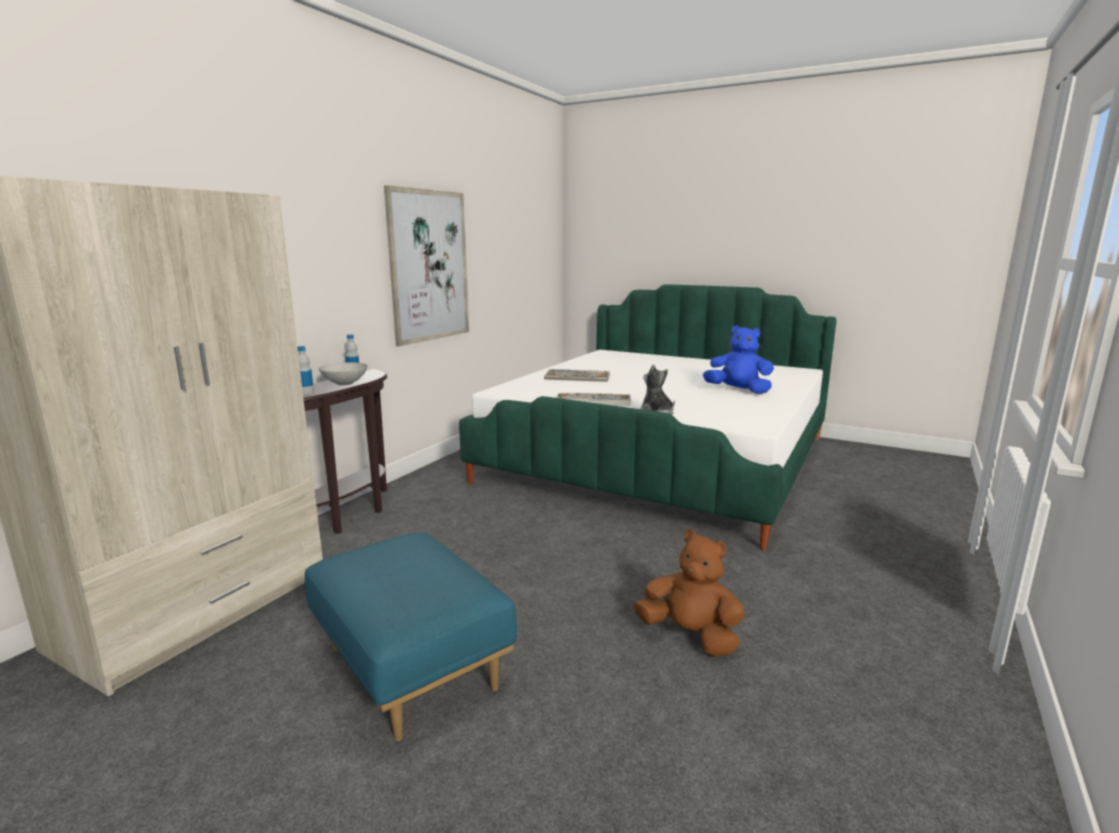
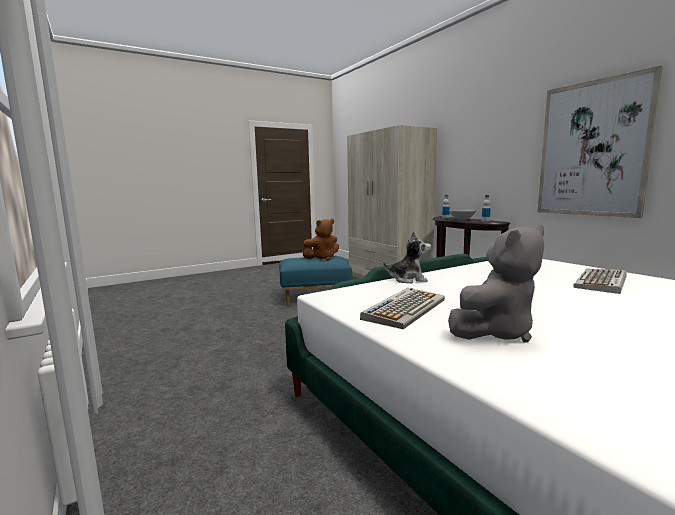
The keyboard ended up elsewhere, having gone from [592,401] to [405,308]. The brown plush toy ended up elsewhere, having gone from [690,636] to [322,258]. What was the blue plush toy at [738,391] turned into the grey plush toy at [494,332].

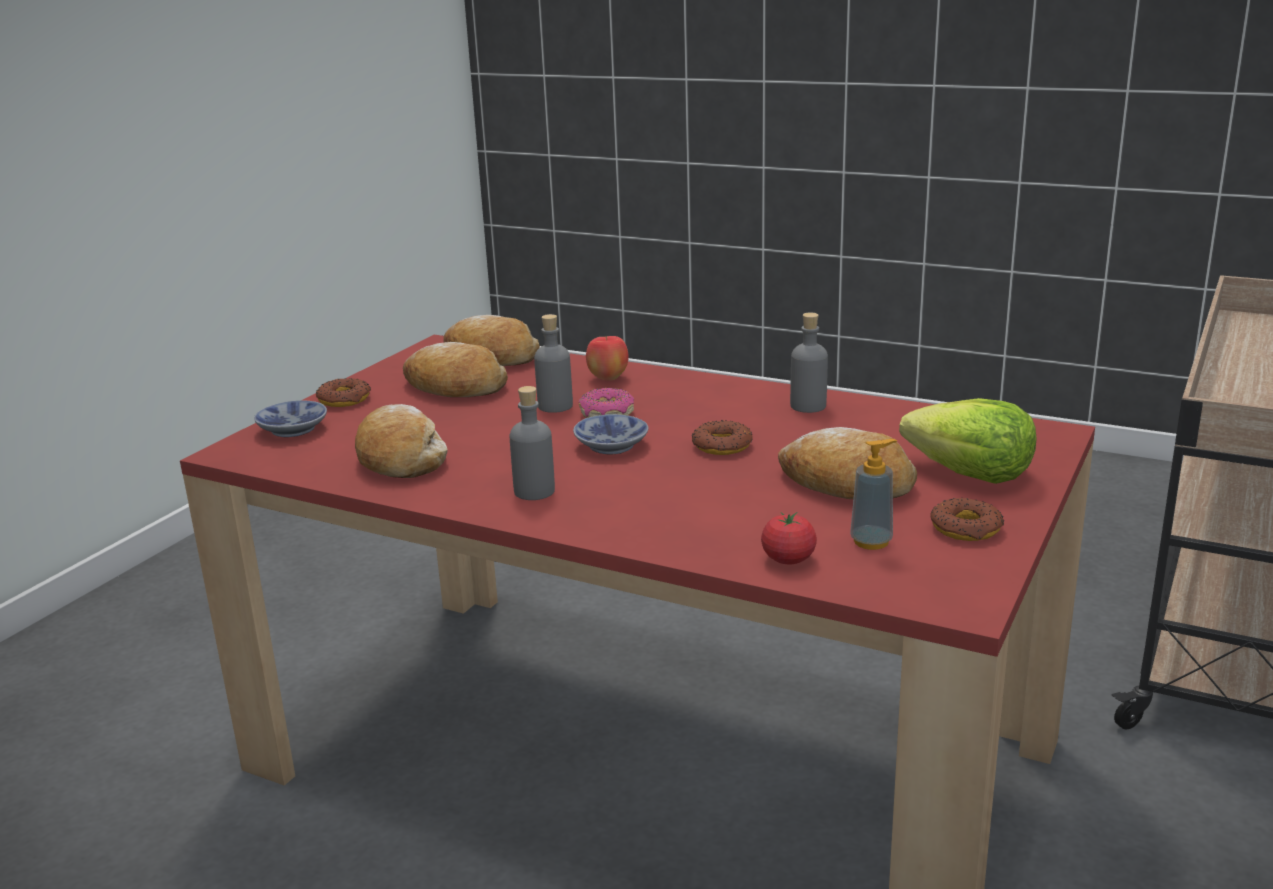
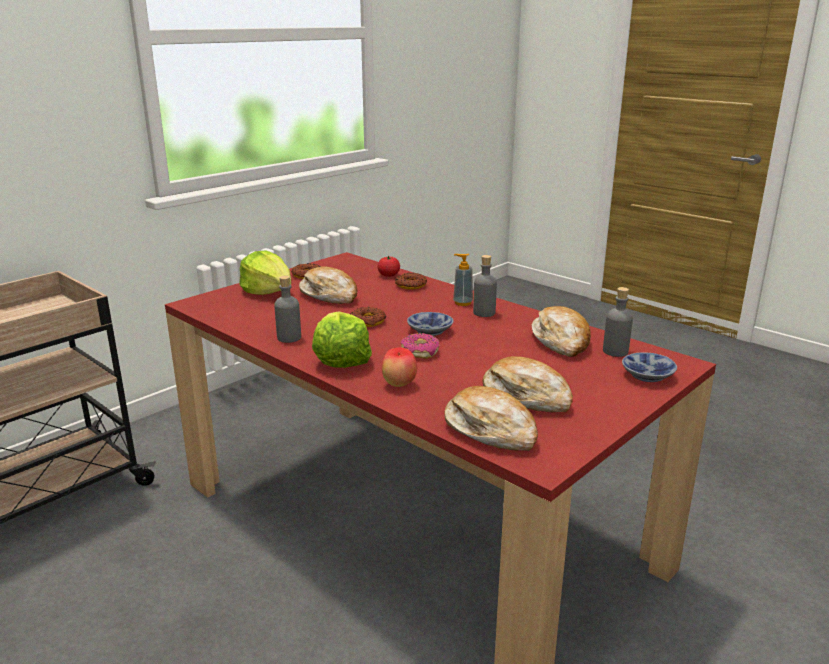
The second view gained the lettuce at [341,359]. The donut ended up elsewhere, having gone from [344,399] to [410,285]. The grey bottle ended up elsewhere, having gone from [555,406] to [615,351]. The soap dispenser ended up elsewhere, having gone from [871,541] to [462,303].

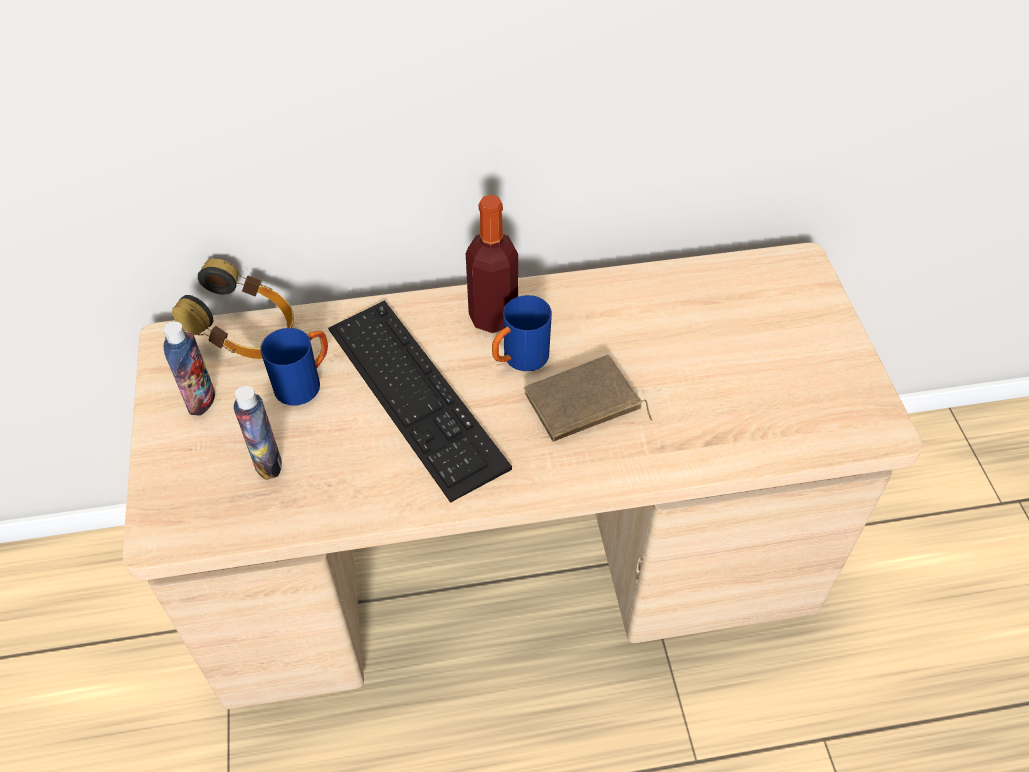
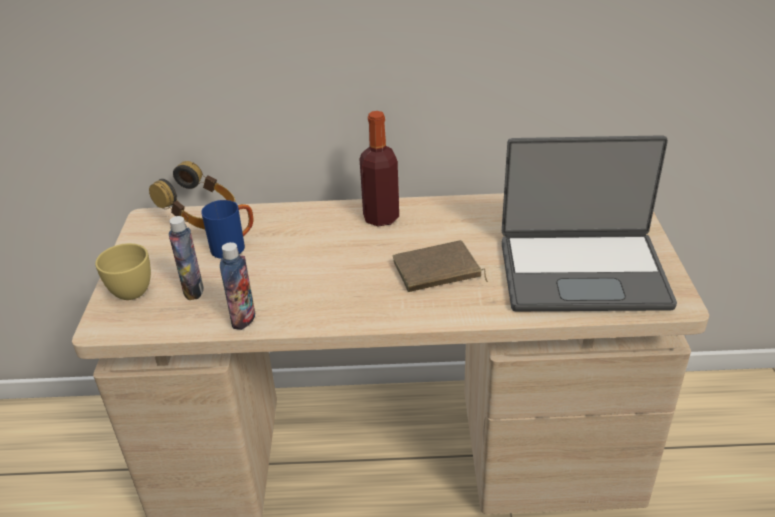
The second view lost the keyboard at [415,395]. The second view lost the blue mug at [519,360]. The second view gained the yellow cup at [128,288]. The second view gained the laptop at [582,271]. The bottle ended up elsewhere, having gone from [201,400] to [243,319].

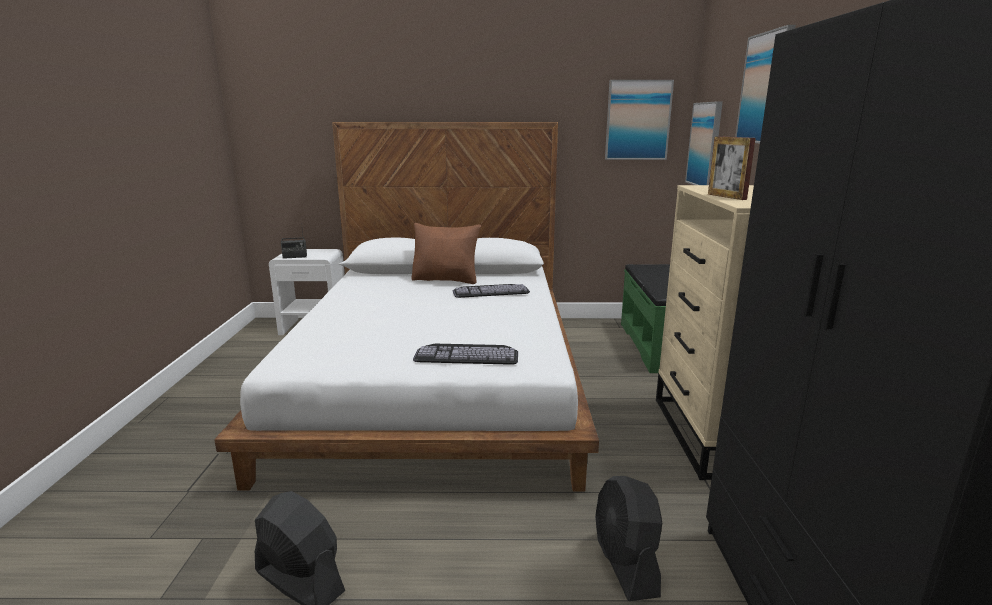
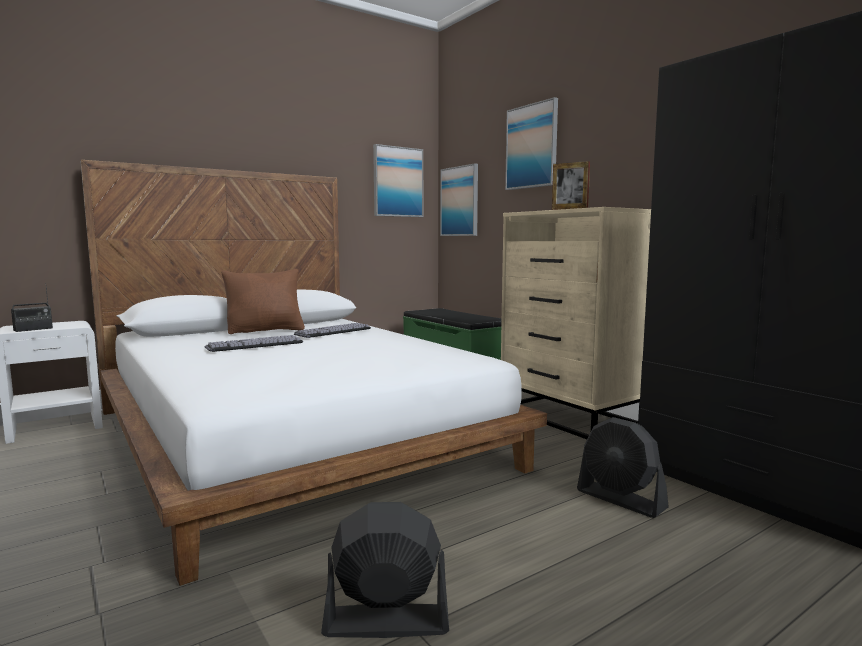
The keyboard ended up elsewhere, having gone from [468,354] to [254,344].

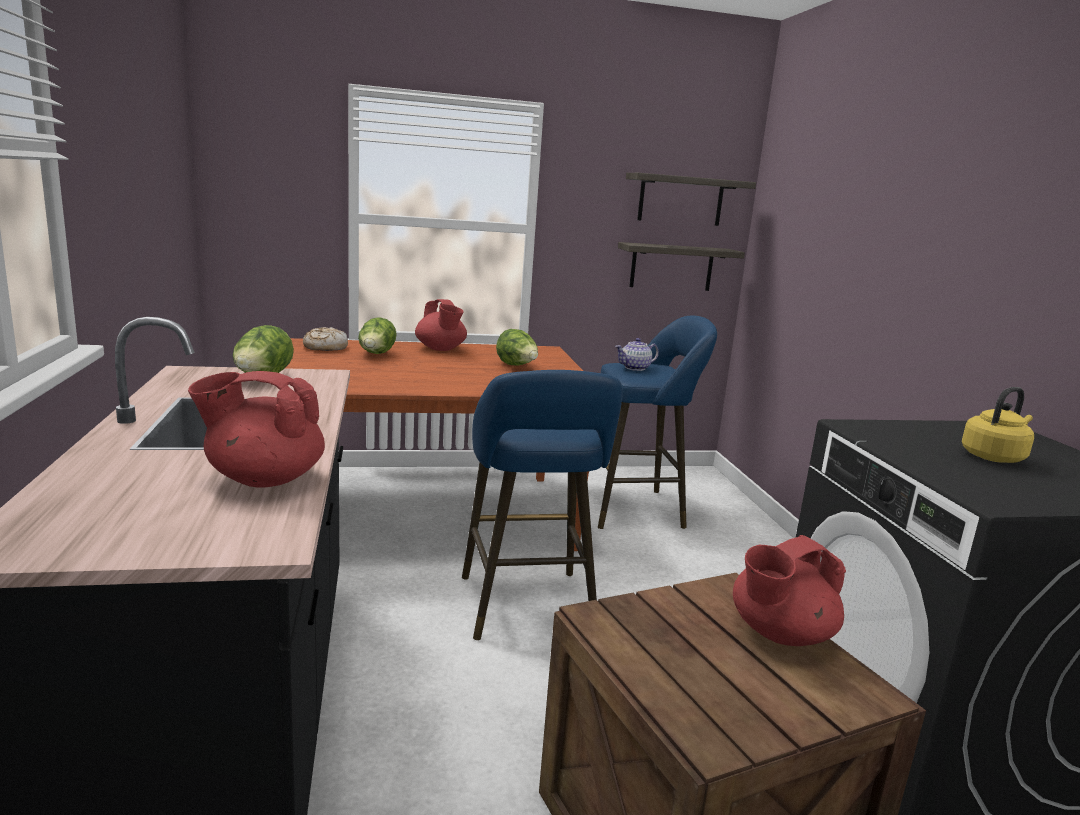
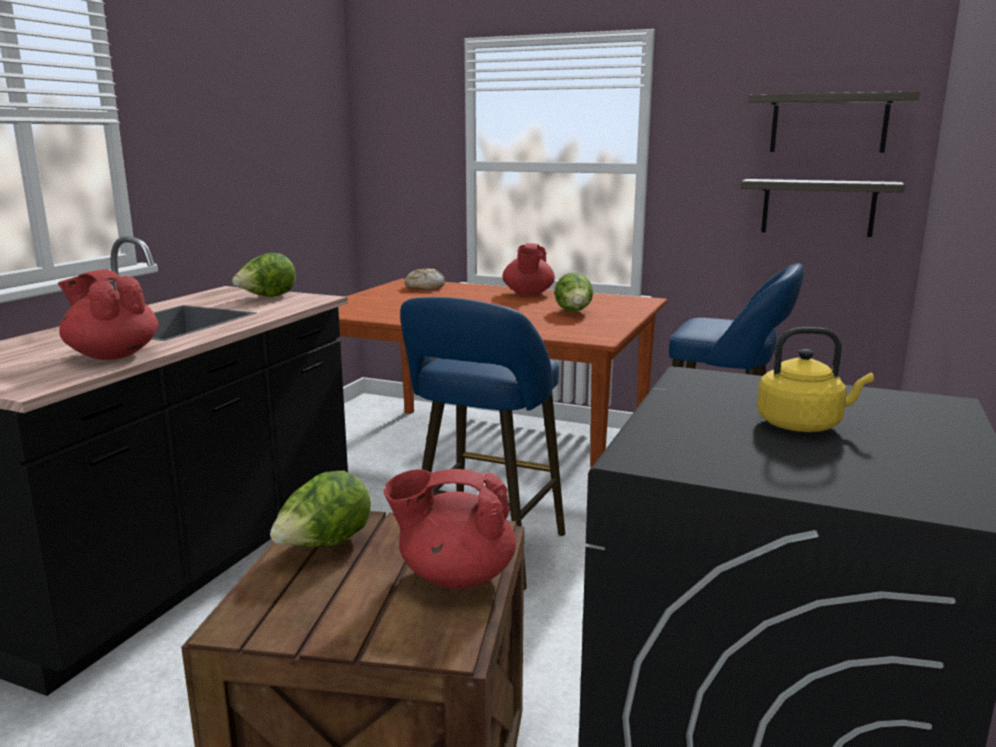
The second view lost the teapot at [635,368]. The lettuce ended up elsewhere, having gone from [376,355] to [324,546].

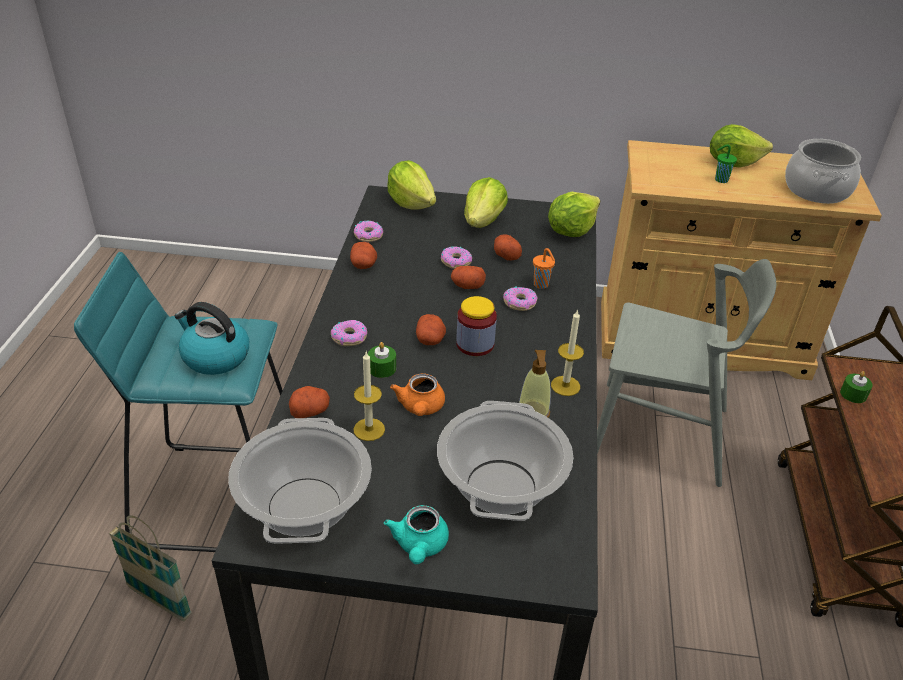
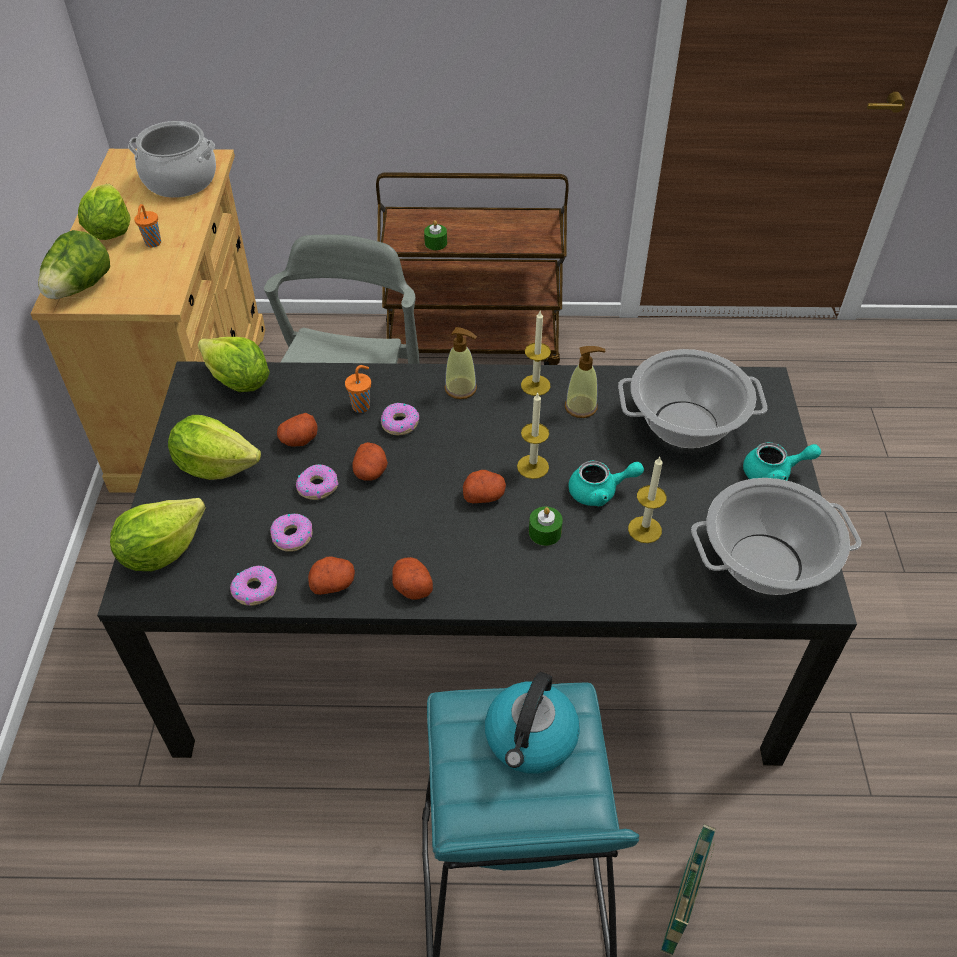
The second view lost the jar at [475,344]. The second view gained the lettuce at [80,288]. The second view gained the soap dispenser at [461,388]. The second view gained the candle at [533,466]. The potato ended up elsewhere, having gone from [310,411] to [411,586]. The donut ended up elsewhere, having gone from [349,337] to [292,536]. What was the orange teapot at [420,408] turned into the turquoise teapot at [600,492]. What was the green cup at [720,180] turned into the orange cup at [153,243].

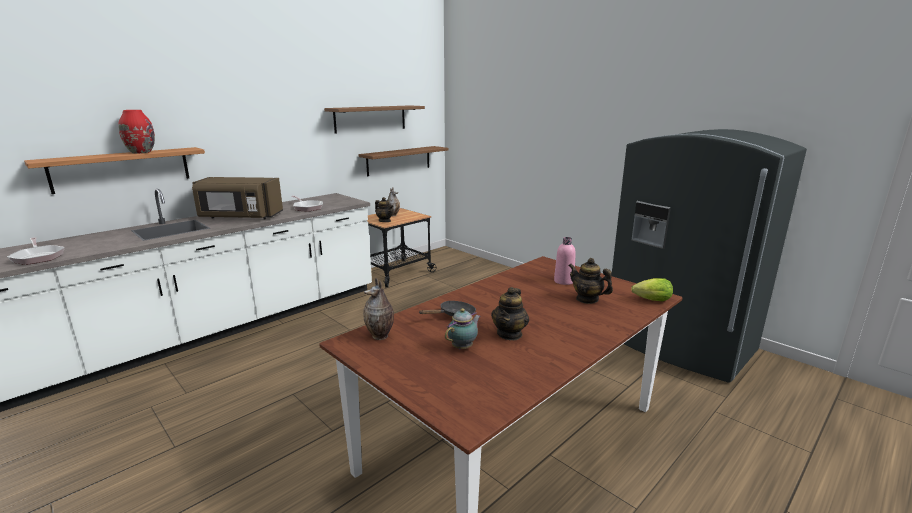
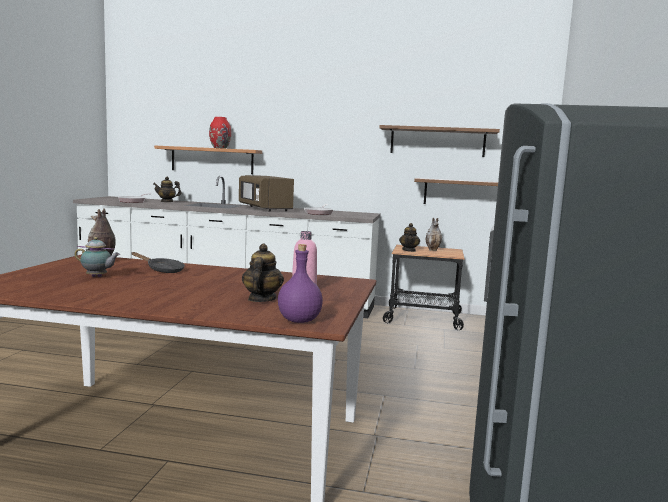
The teapot ended up elsewhere, having gone from [509,334] to [167,201]. Where the lettuce stood at [650,300], the purple bottle came to stand at [299,321].

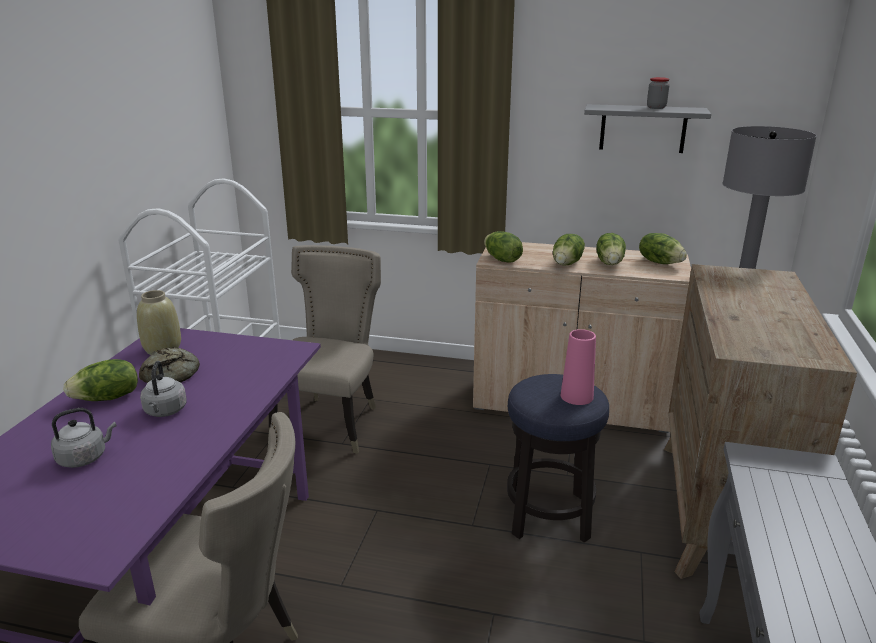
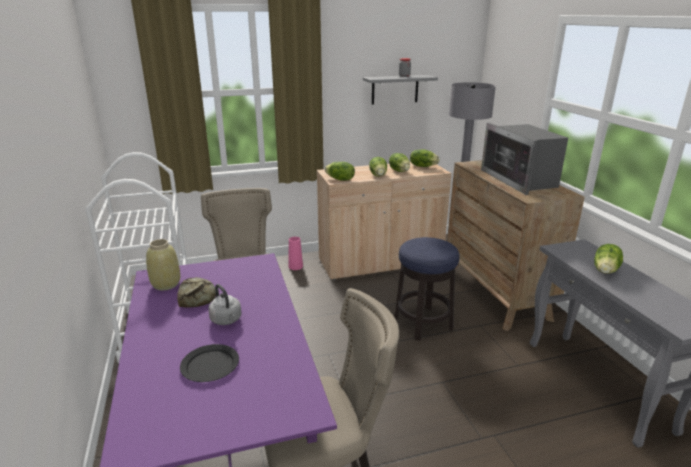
The second view gained the microwave at [520,179]. The lettuce ended up elsewhere, having gone from [108,398] to [606,270]. The pink vase ended up elsewhere, having gone from [576,396] to [295,266]. Where the grey kettle stood at [85,458], the black plate came to stand at [210,365].

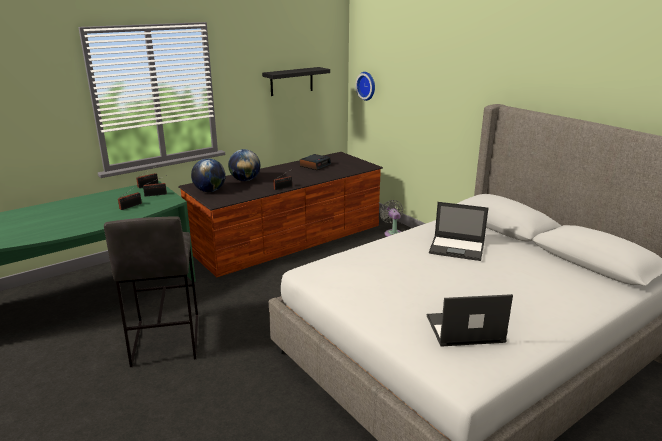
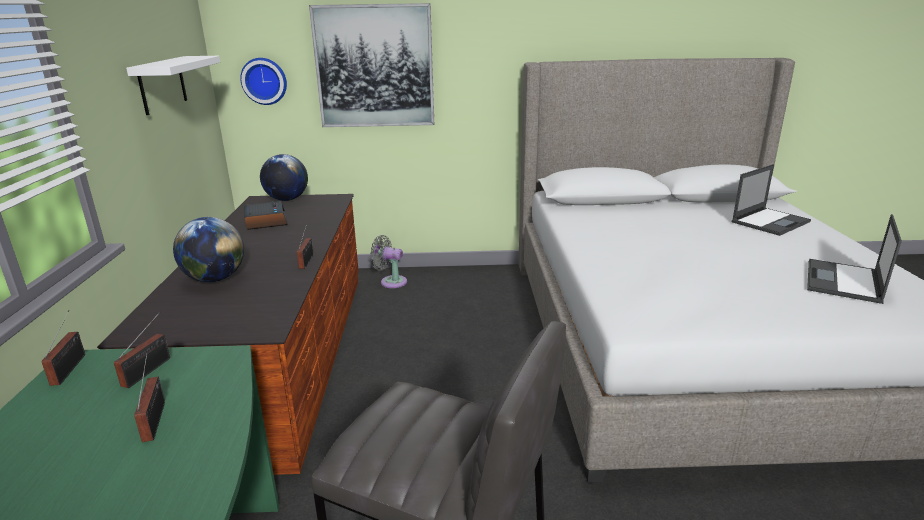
The second view gained the picture at [374,67]. The globe ended up elsewhere, having gone from [209,191] to [287,199]. The laptop ended up elsewhere, having gone from [457,248] to [770,221]. What was the black shelf at [291,81] turned into the white shelf at [162,84].

